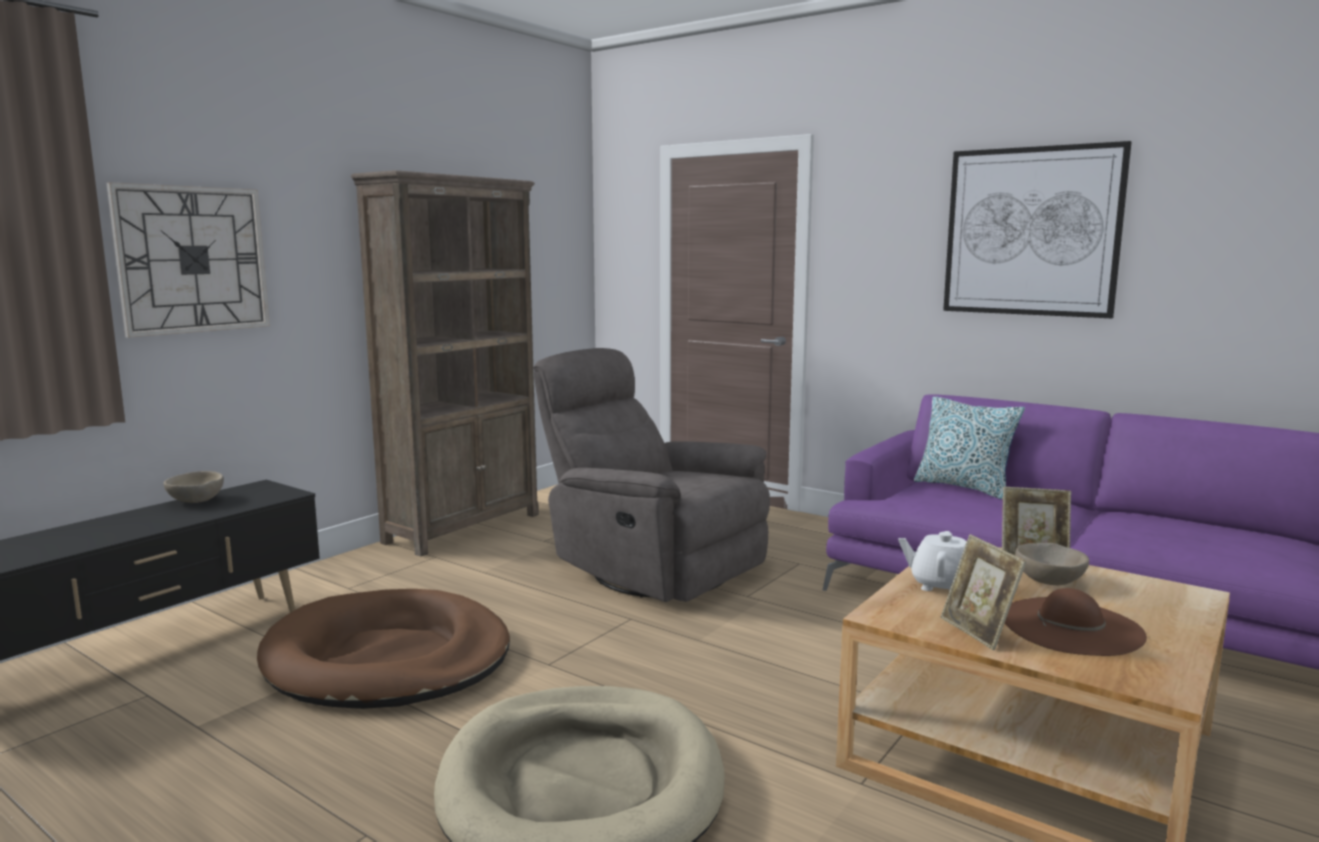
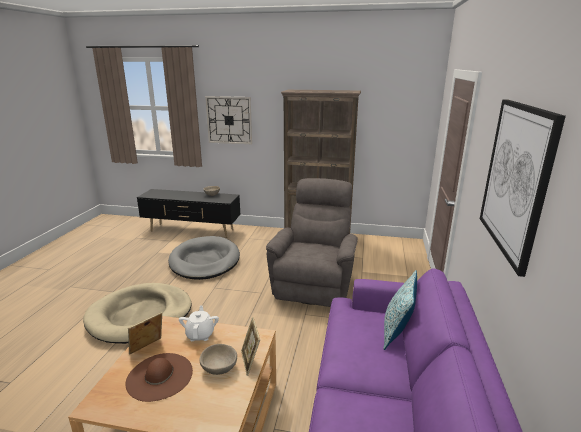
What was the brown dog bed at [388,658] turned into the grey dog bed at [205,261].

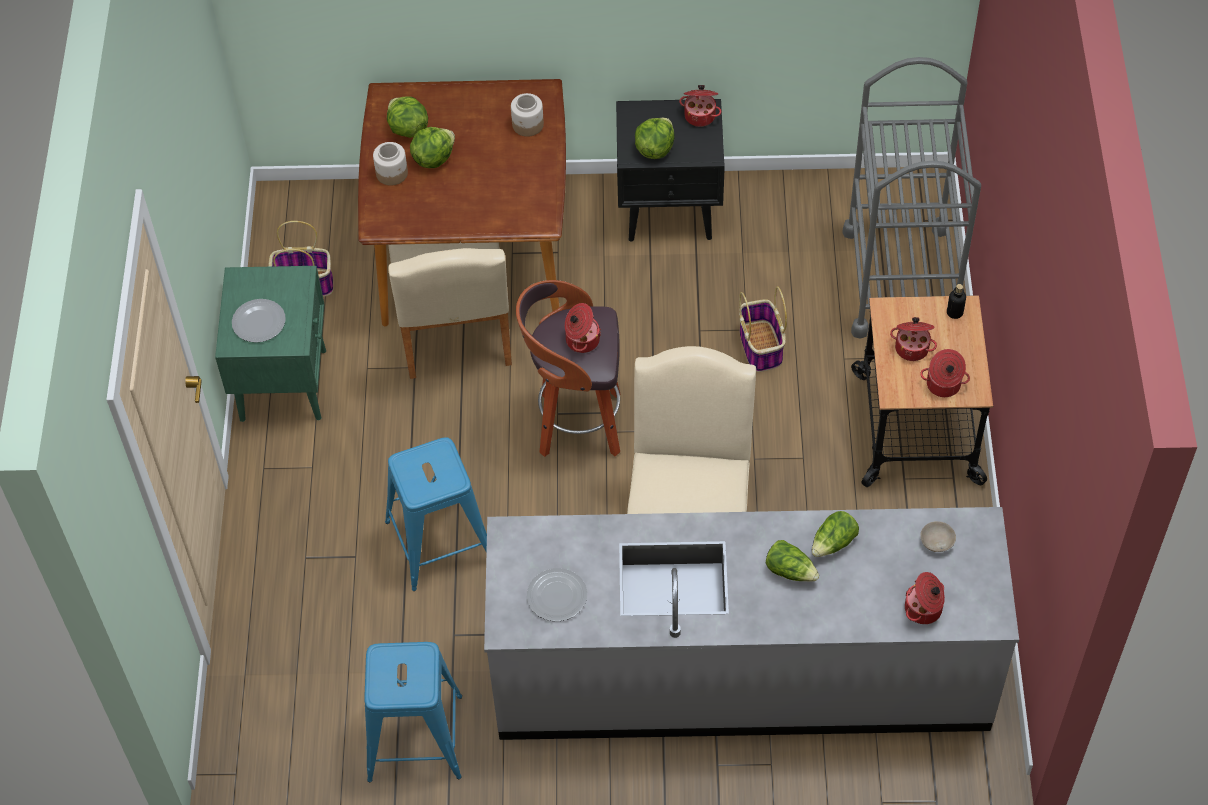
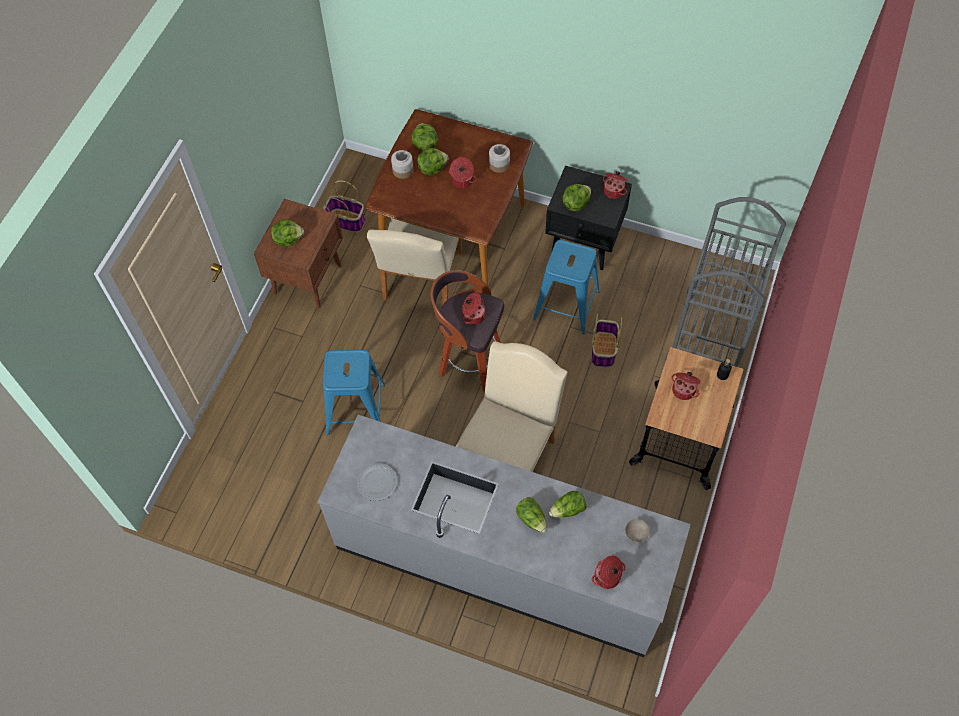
The blue stool ended up elsewhere, having gone from [415,738] to [566,305]. The cooking pot ended up elsewhere, having gone from [943,385] to [462,181]. Where the plate stood at [258,322], the lettuce came to stand at [288,239]. What was the green nightstand at [284,383] turned into the brown nightstand at [308,278].

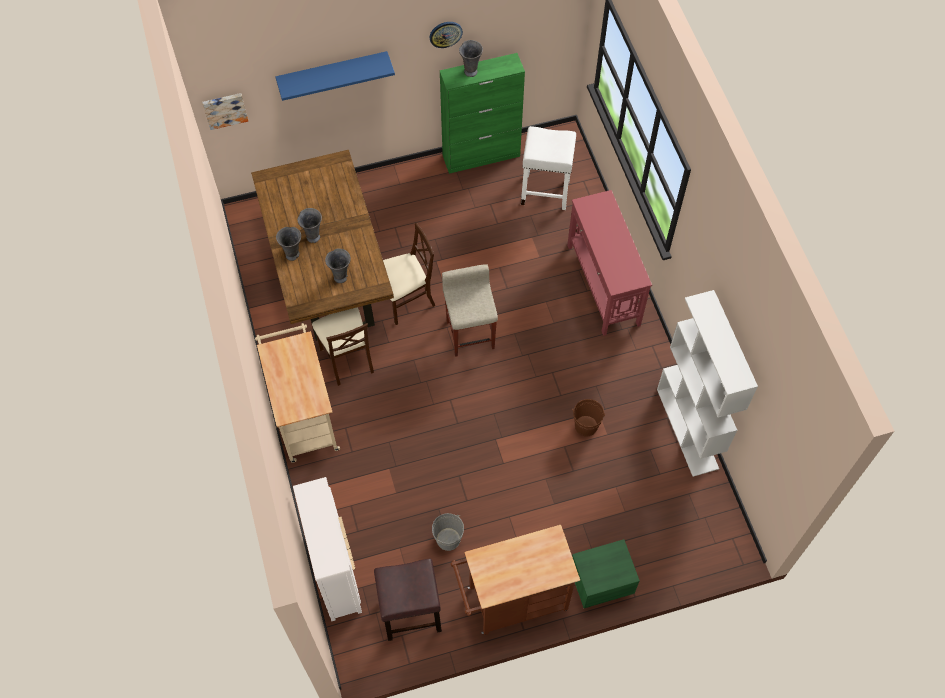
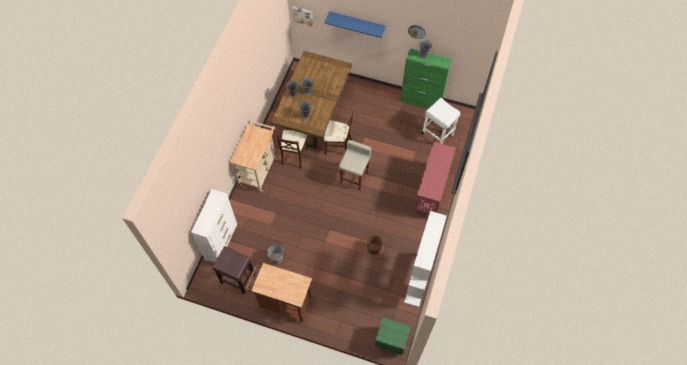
The green nightstand ended up elsewhere, having gone from [599,584] to [390,340].

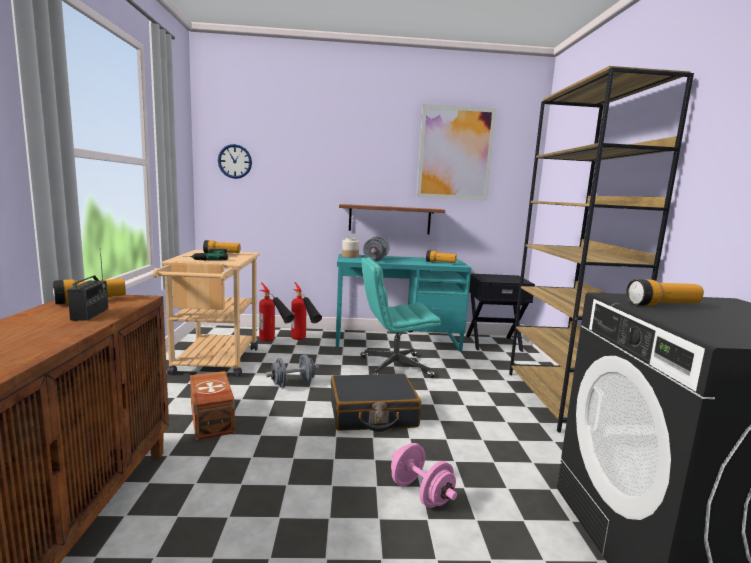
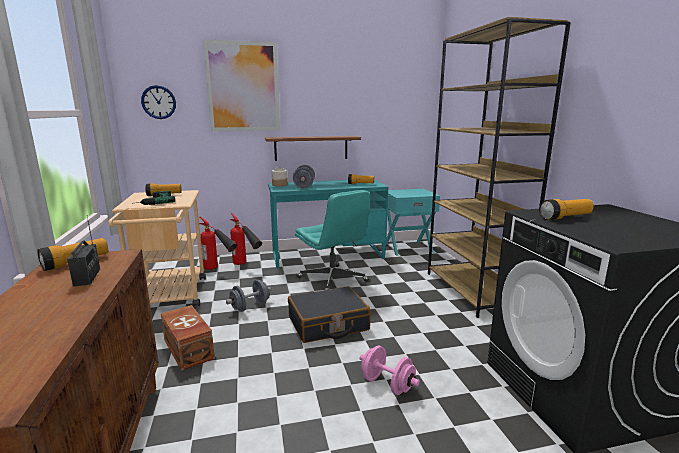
The picture ended up elsewhere, having gone from [455,153] to [243,87]. What was the black nightstand at [493,343] turned into the turquoise nightstand at [407,247]. The turquoise office chair at [394,367] ended up facing another way, 105 degrees counterclockwise from before.

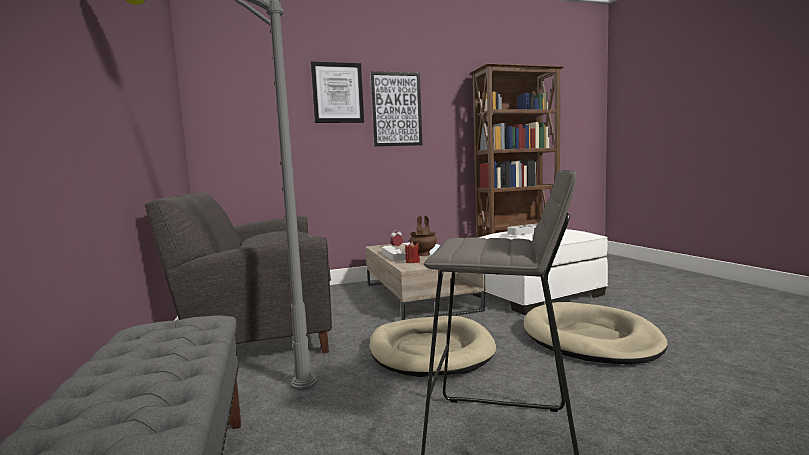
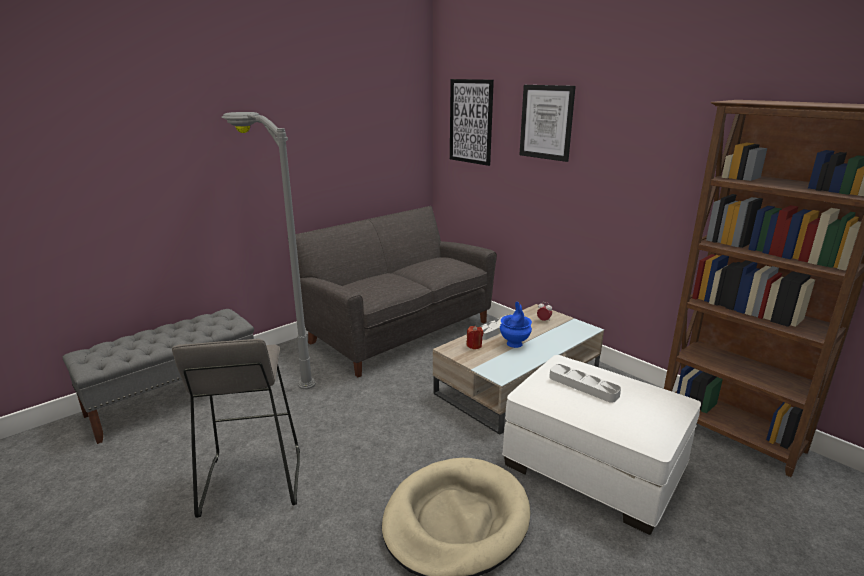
The second view lost the beige dog bed at [430,350]. The picture ended up elsewhere, having gone from [396,109] to [471,121]. What was the brown vase at [424,254] turned into the blue vase at [515,344].

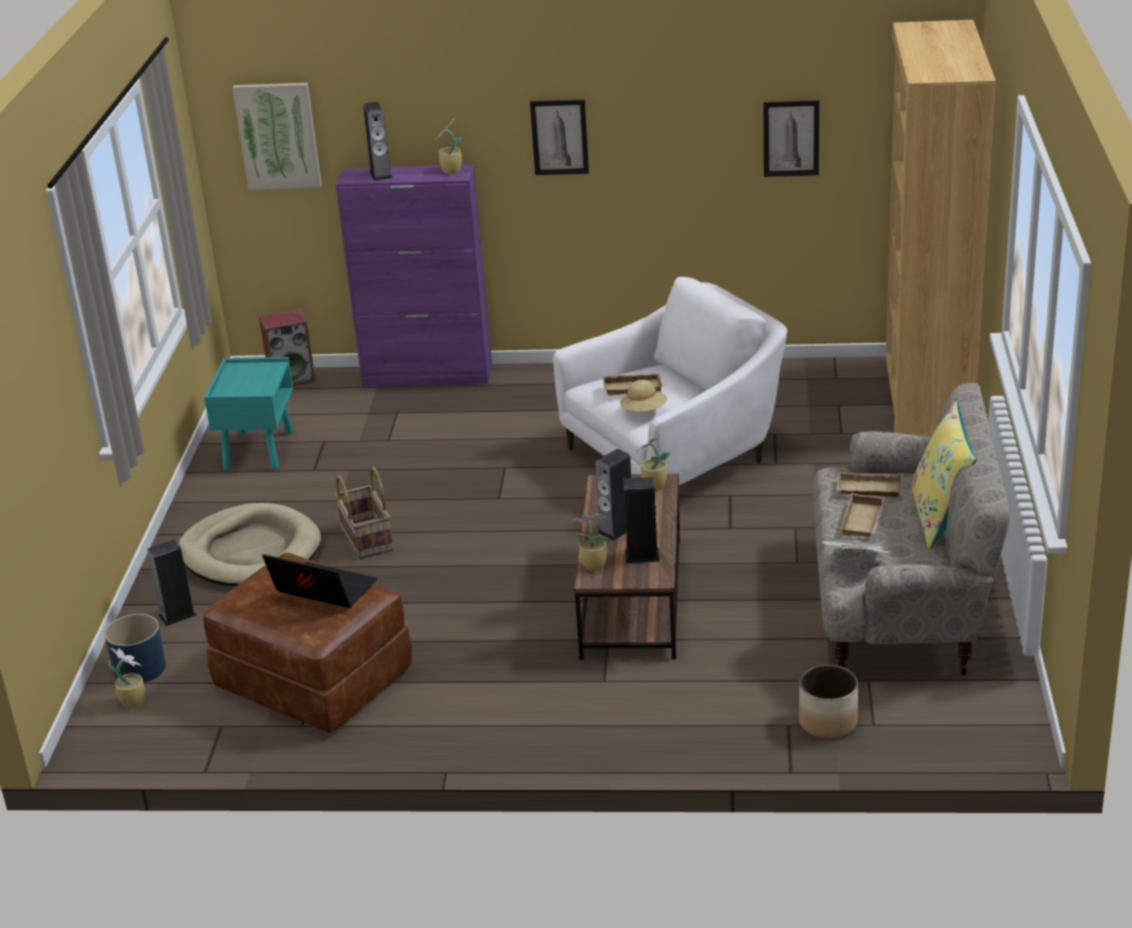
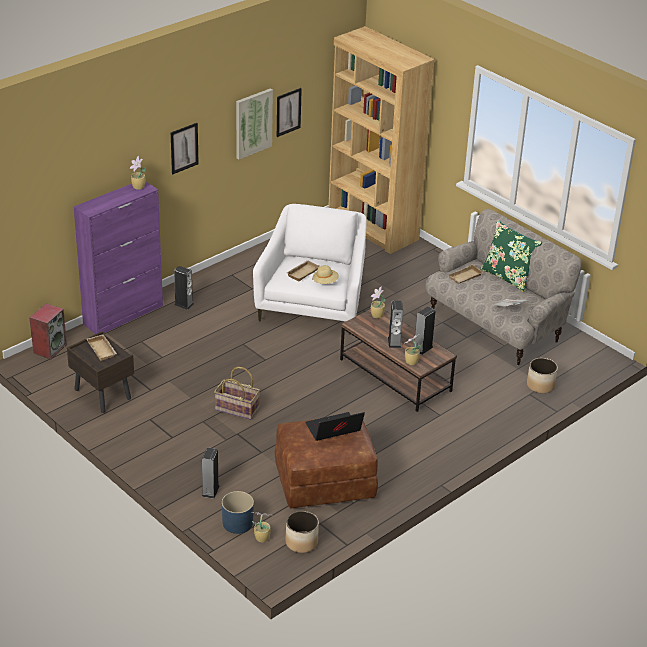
The second view lost the beige dog bed at [250,552]. The second view gained the planter at [301,542]. The picture ended up elsewhere, having gone from [278,135] to [253,123]. The speaker ended up elsewhere, having gone from [381,174] to [184,304]. The beige tray ended up elsewhere, having gone from [864,521] to [103,350]. What was the turquoise nightstand at [258,450] turned into the brown nightstand at [102,394]. What was the yellow pillow at [940,518] turned into the green pillow at [507,277].

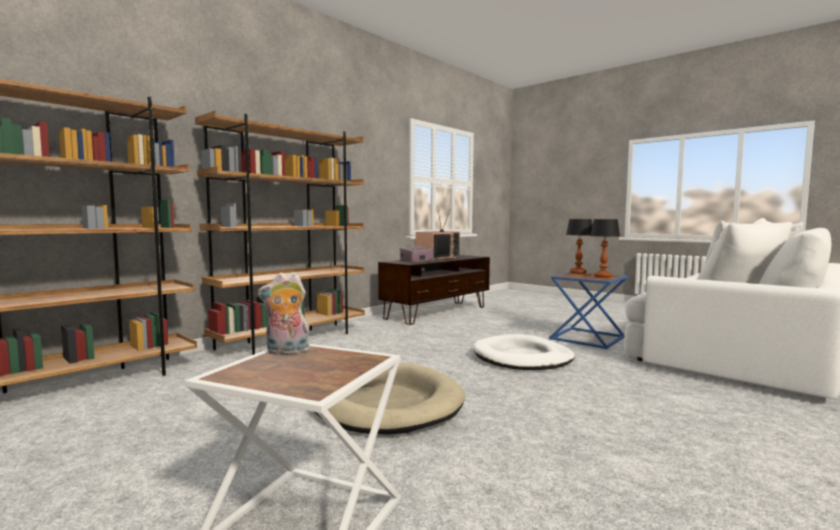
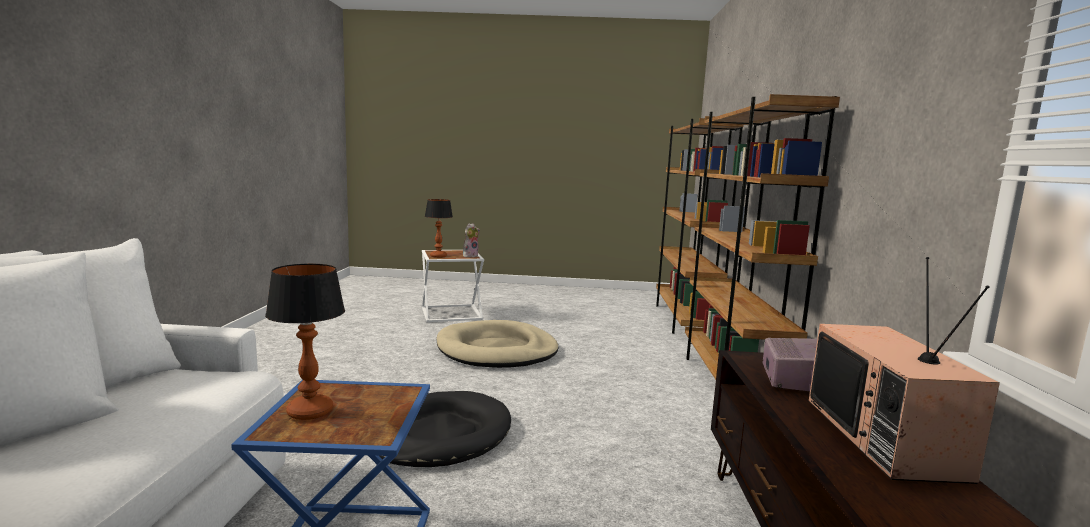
The table lamp ended up elsewhere, having gone from [578,273] to [438,256]. What was the white dog bed at [522,358] turned into the black dog bed at [440,434].

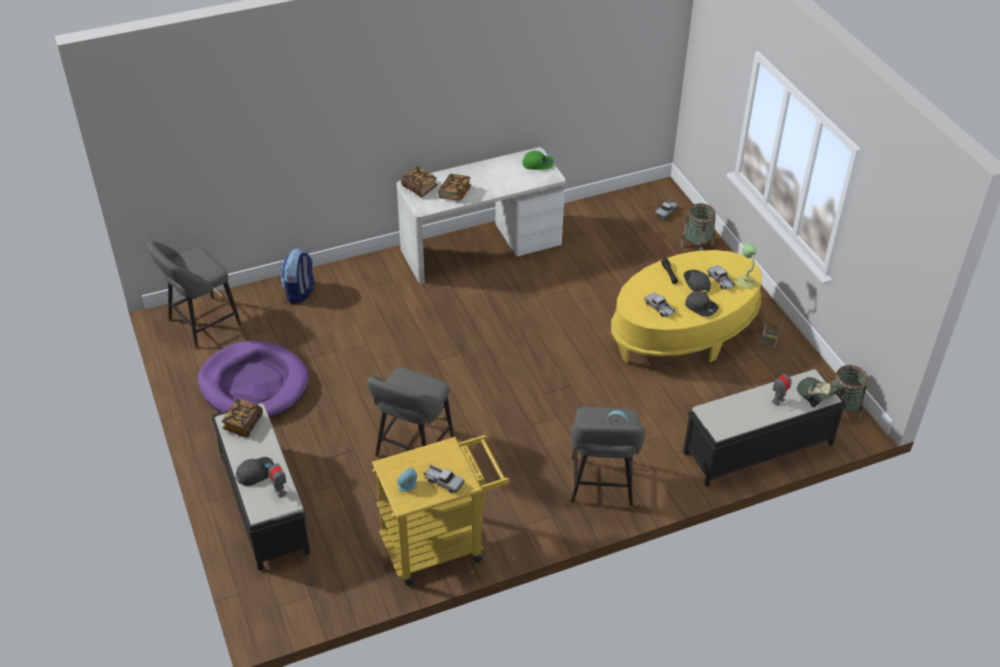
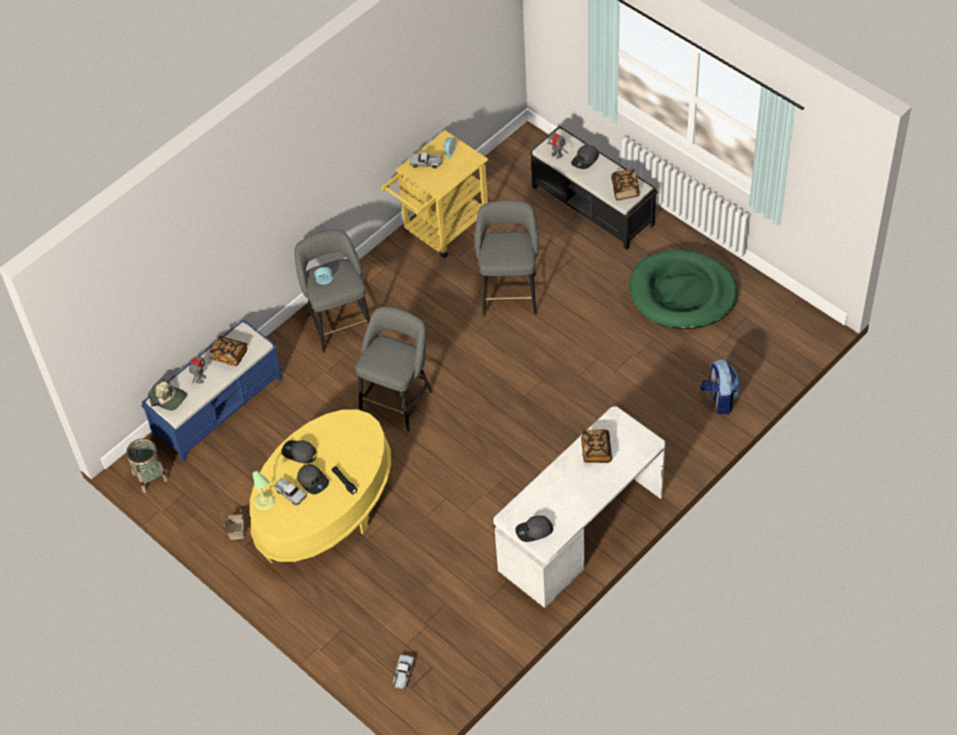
The second view lost the toy truck at [659,308]. The second view lost the basket at [696,245]. The grey stool ended up elsewhere, having gone from [201,324] to [398,399]. The book ended up elsewhere, having gone from [419,188] to [229,355]. What was the purple dog bed at [254,384] turned into the green dog bed at [682,293]. What was the green cap at [538,163] turned into the grey cap at [534,531]. What was the black bench at [757,449] turned into the blue bench at [219,406].

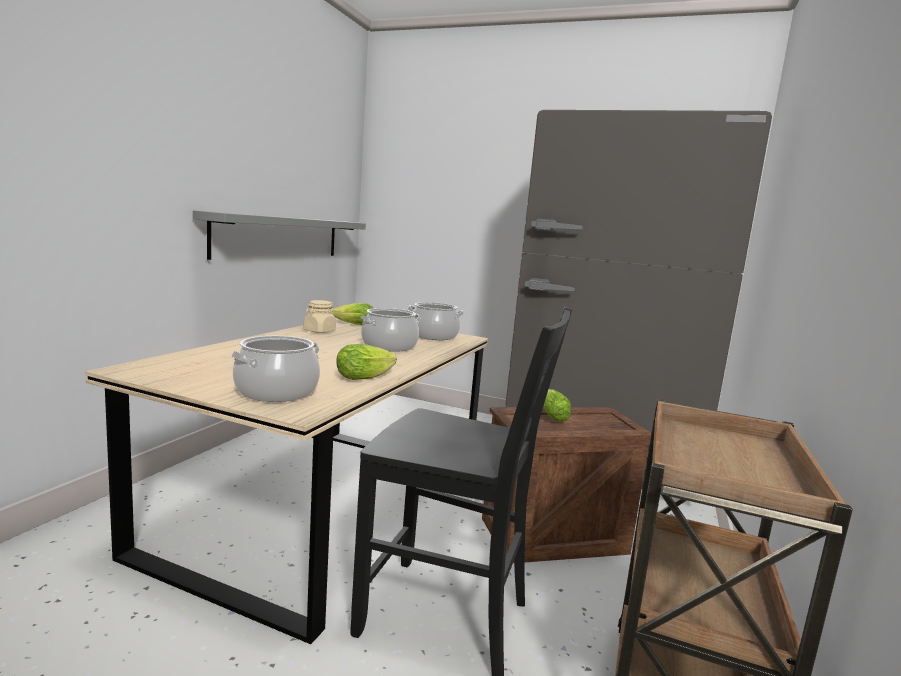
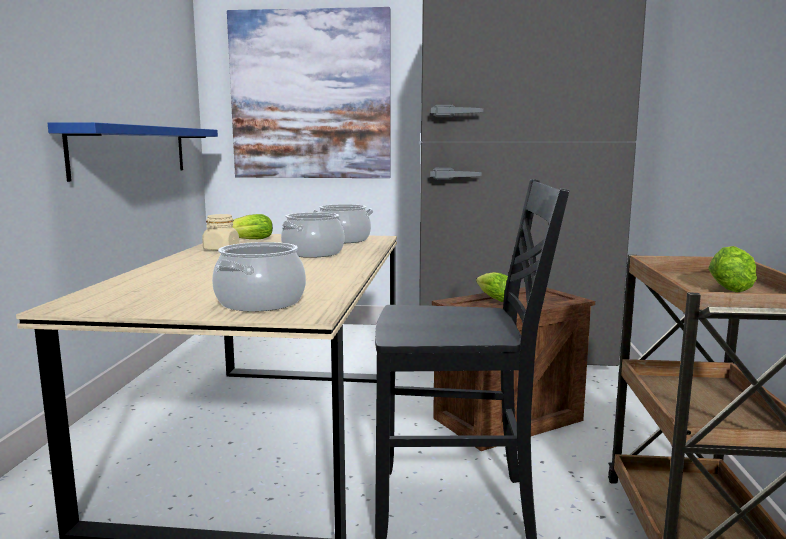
The second view gained the picture at [310,95]. The lettuce ended up elsewhere, having gone from [367,376] to [732,287]. What was the grey shelf at [280,237] turned into the blue shelf at [132,151].

